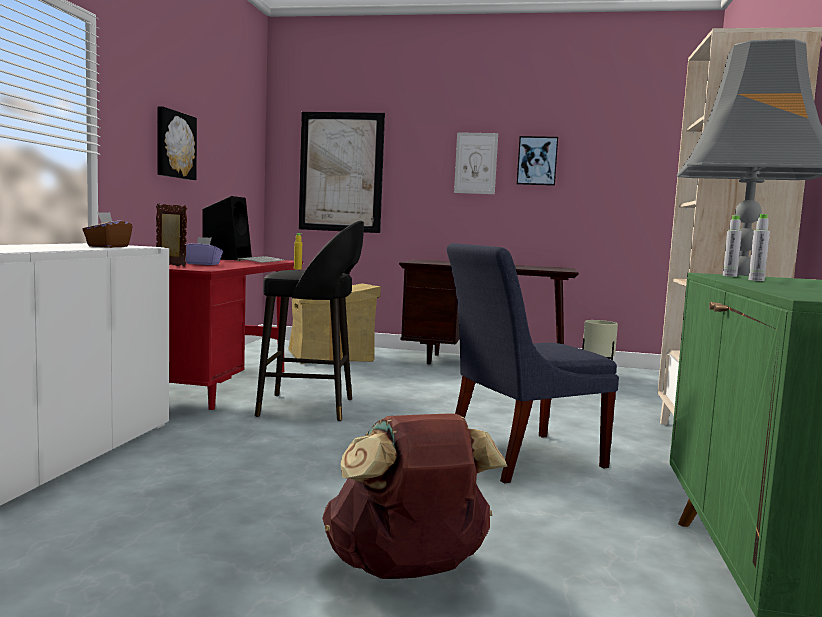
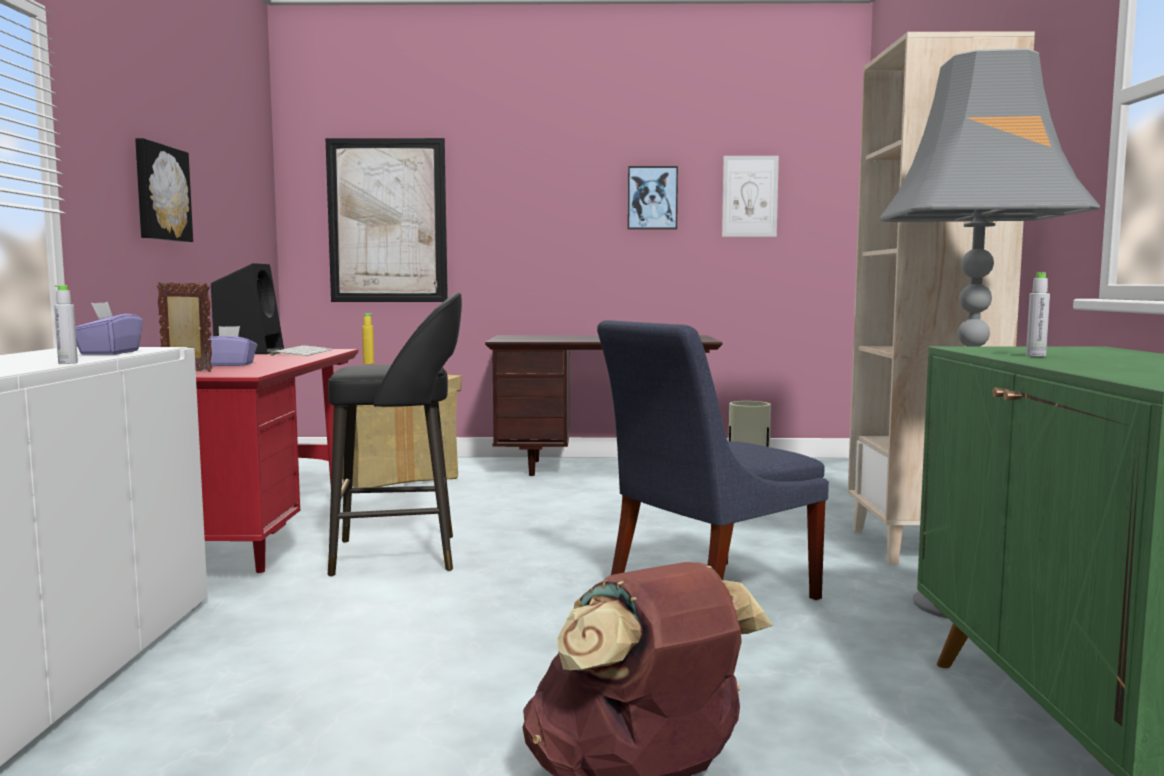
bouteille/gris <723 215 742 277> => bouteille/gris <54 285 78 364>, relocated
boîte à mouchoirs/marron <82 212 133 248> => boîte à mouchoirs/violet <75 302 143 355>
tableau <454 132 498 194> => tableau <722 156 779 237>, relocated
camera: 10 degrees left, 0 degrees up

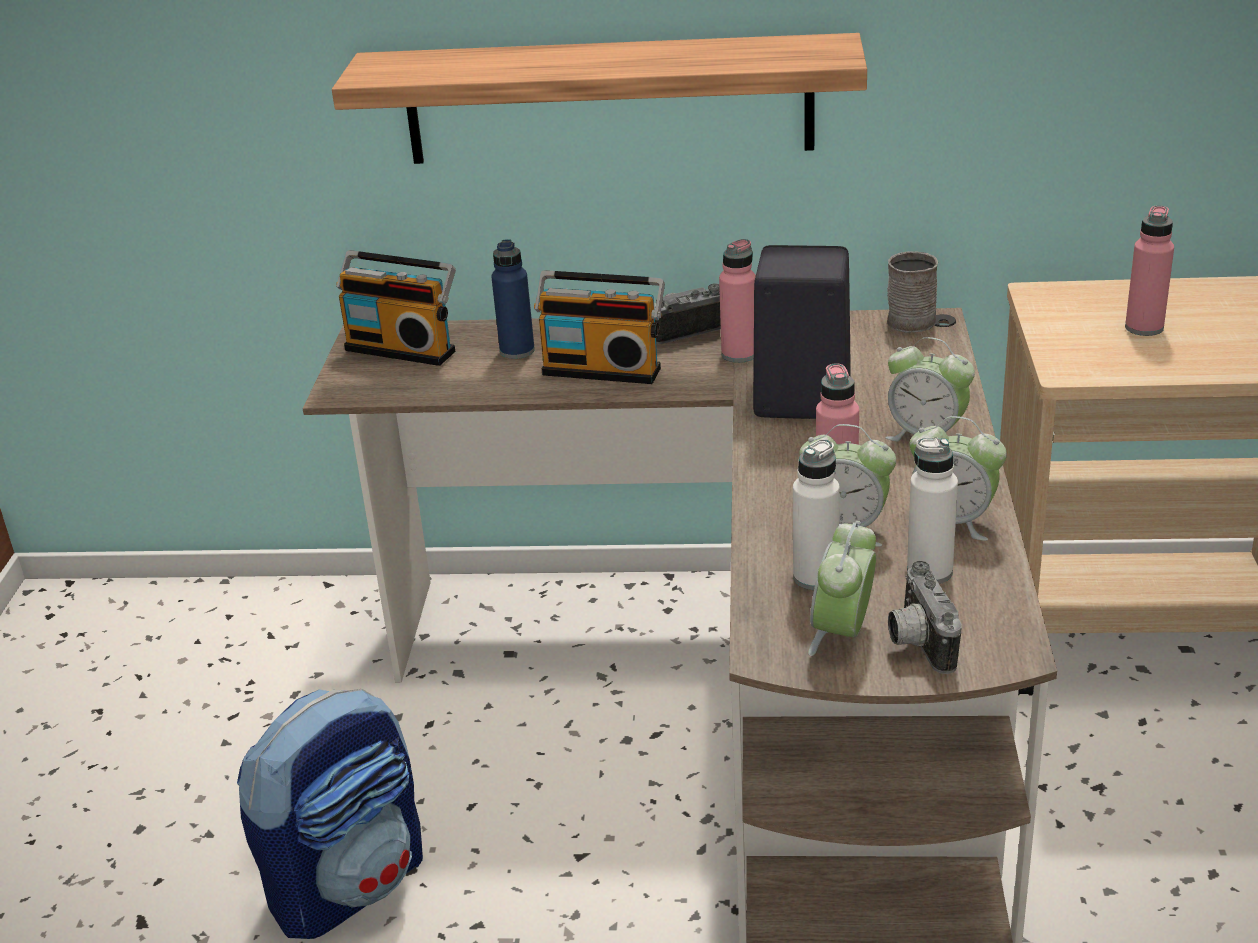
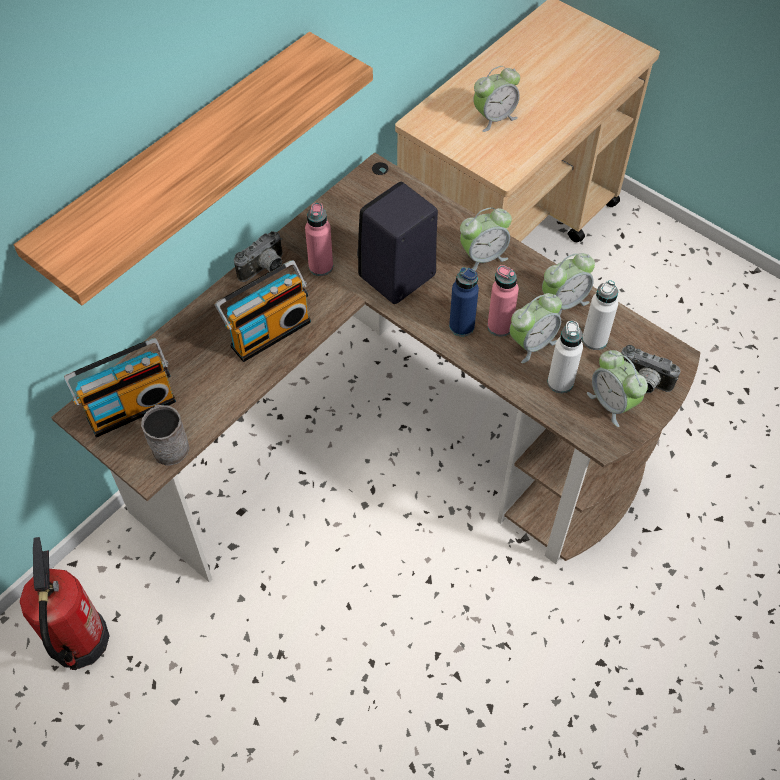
nothing => extincteur <20 537 110 670>
mug/gris <887 251 938 333> => mug/gris <141 404 190 466>, relocated
appareil photo <654 283 721 344> => appareil photo <234 231 283 282>, 150 degrees counterclockwise
bouteille/bleu <491 239 535 359> => bouteille/bleu <449 267 479 336>, relocated
bouteille/rose <1125 205 1174 336> => réveil <473 66 520 132>
sac à dos <237 689 423 939> => nothing
camera: 55 degrees left, 25 degrees up

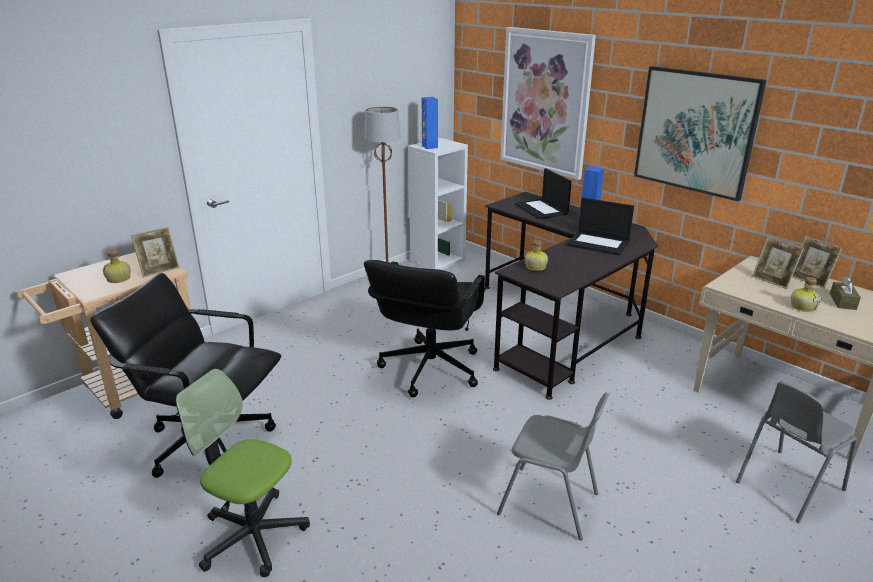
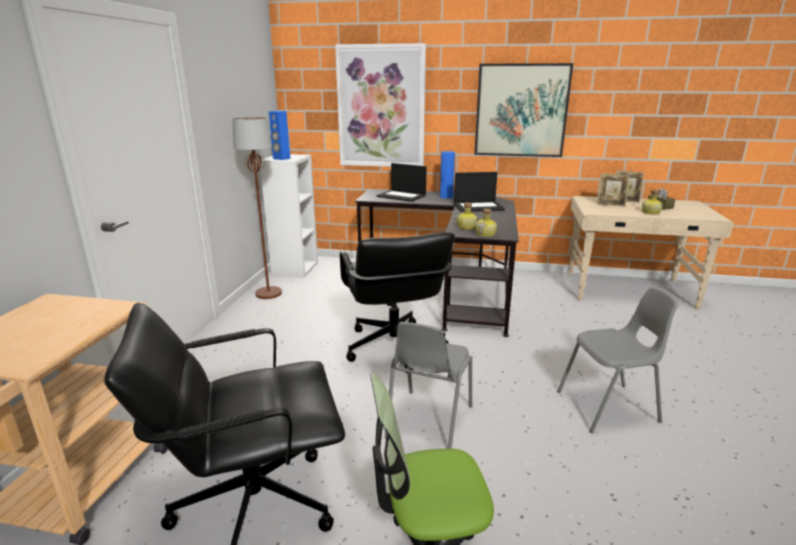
chaise/gris <736 381 857 523> => chaise/gris <385 322 472 449>, relocated
bouteille <103 250 131 283> => bouteille <475 208 497 237>, relocated
cadre photo <131 227 180 277> => nothing
camera: 35 degrees left, 5 degrees down

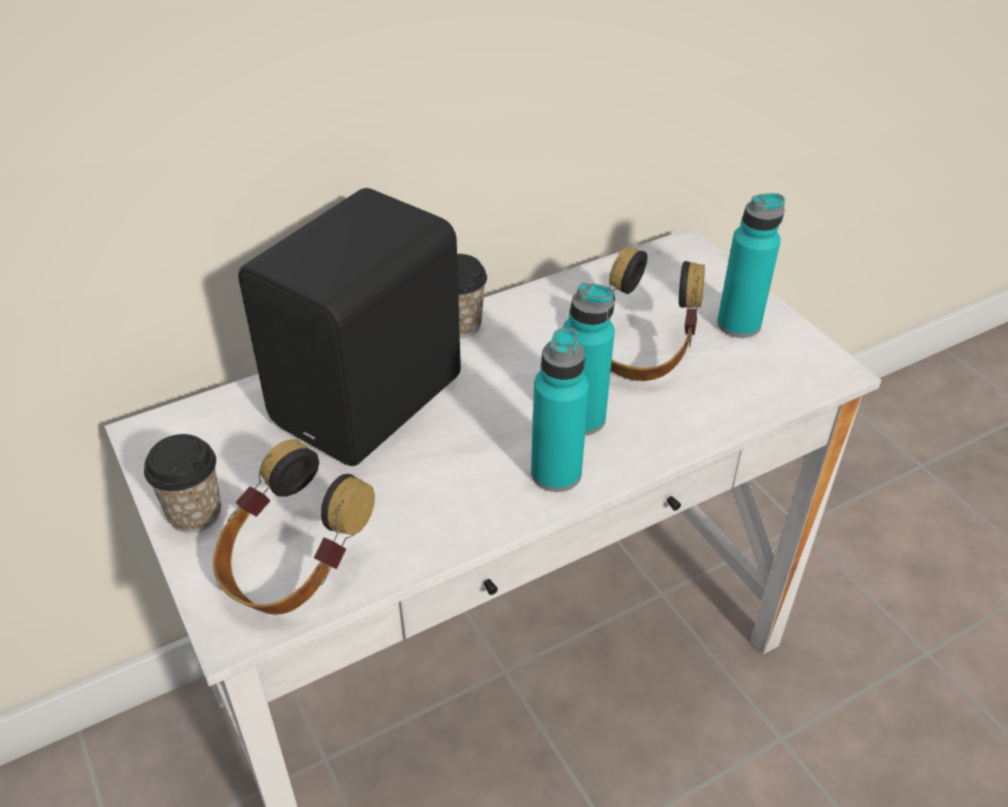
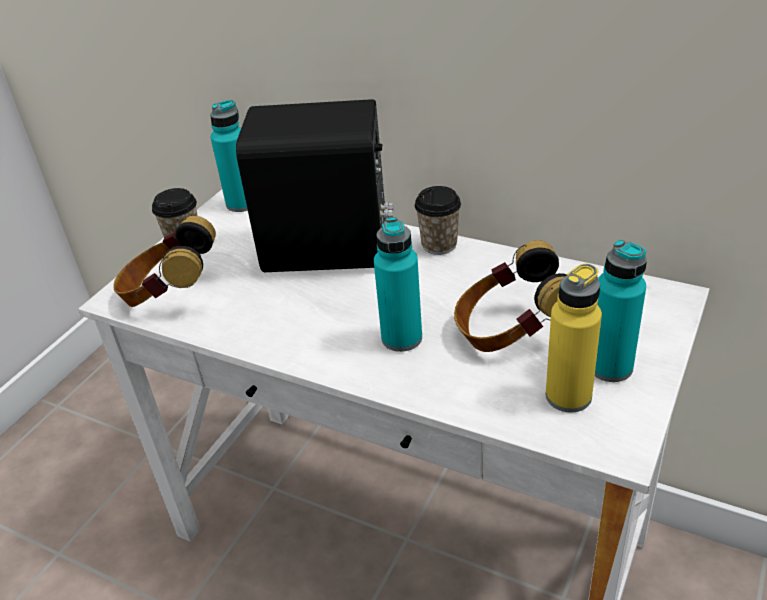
bouteille/turquoise <531 328 589 492> => bouteille/turquoise <210 100 248 212>, relocated
nothing => bouteille/jaune <546 263 602 413>
camera: 60 degrees right, 5 degrees down

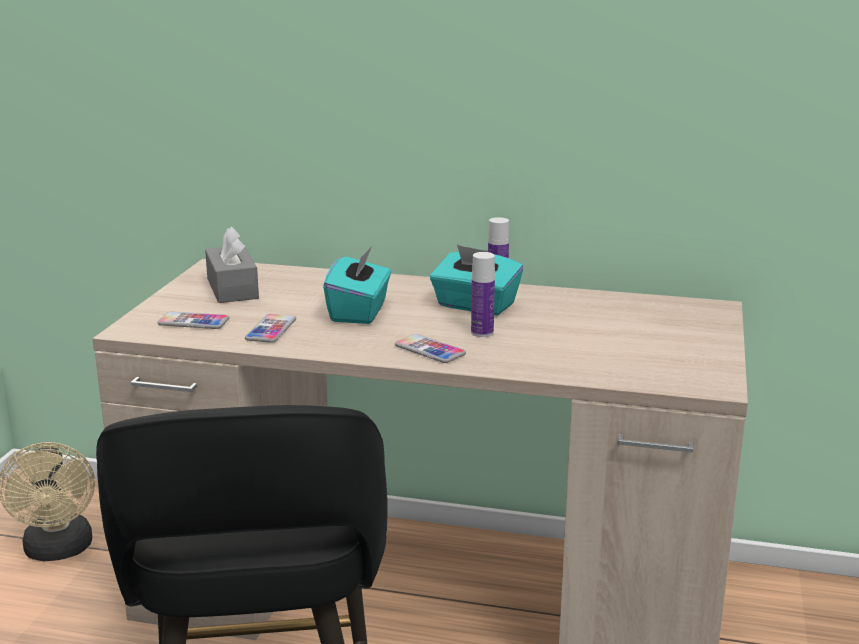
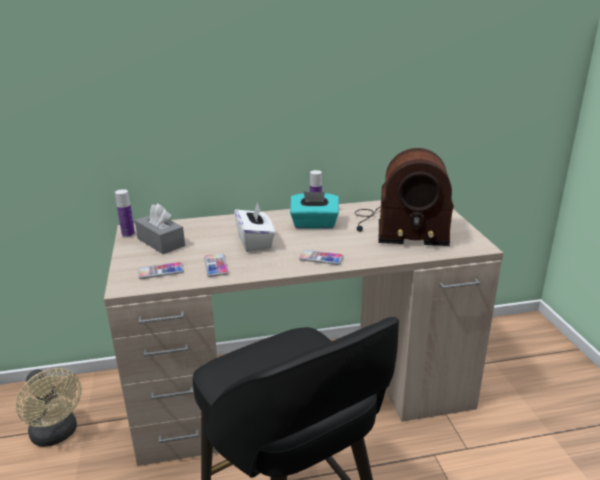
bouteille <471 252 495 337> => bouteille <115 189 135 238>, relocated
boîte à mouchoirs/turquoise <323 248 391 324> => boîte à mouchoirs/blanc <234 201 275 252>
nothing => radio <355 148 454 246>
camera: 25 degrees left, 5 degrees up

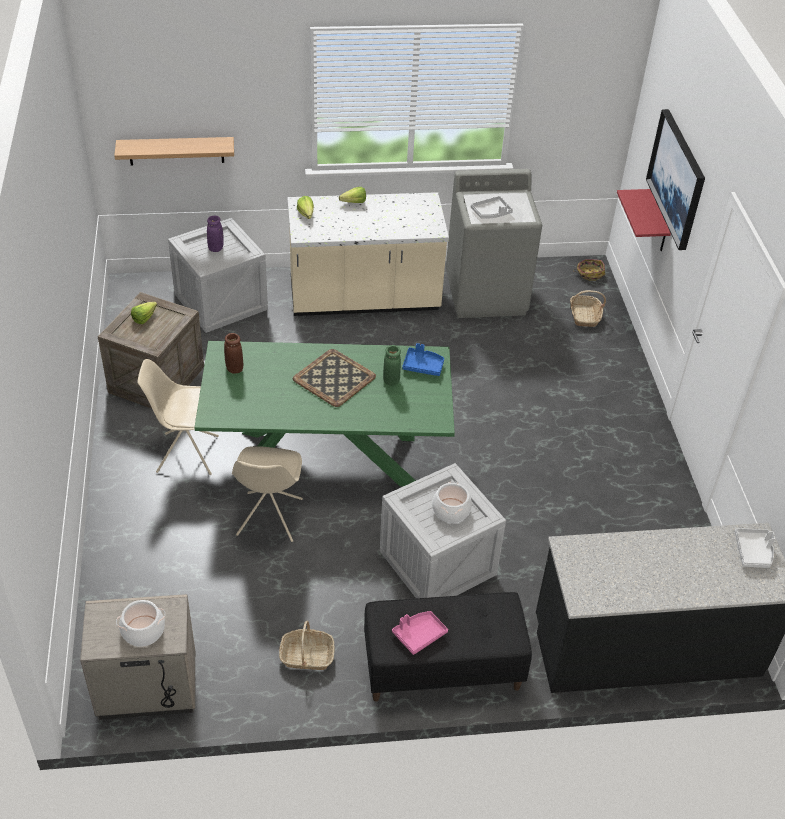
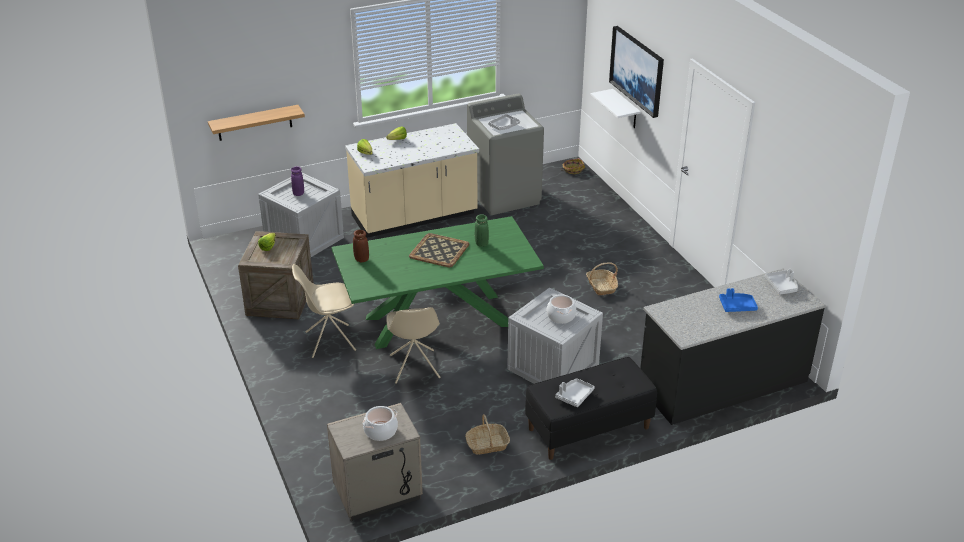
plateau/rose <392 611 448 655> => plateau/gris <555 378 595 407>
panier <570 290 606 327> => panier <586 263 618 295>, relocated
étagère/rouge <617 189 671 251> => étagère/blanc <591 89 641 128>
plateau/bleu <402 343 444 376> => plateau/bleu <719 288 758 312>, relocated
camera: 15 degrees left, 10 degrees down

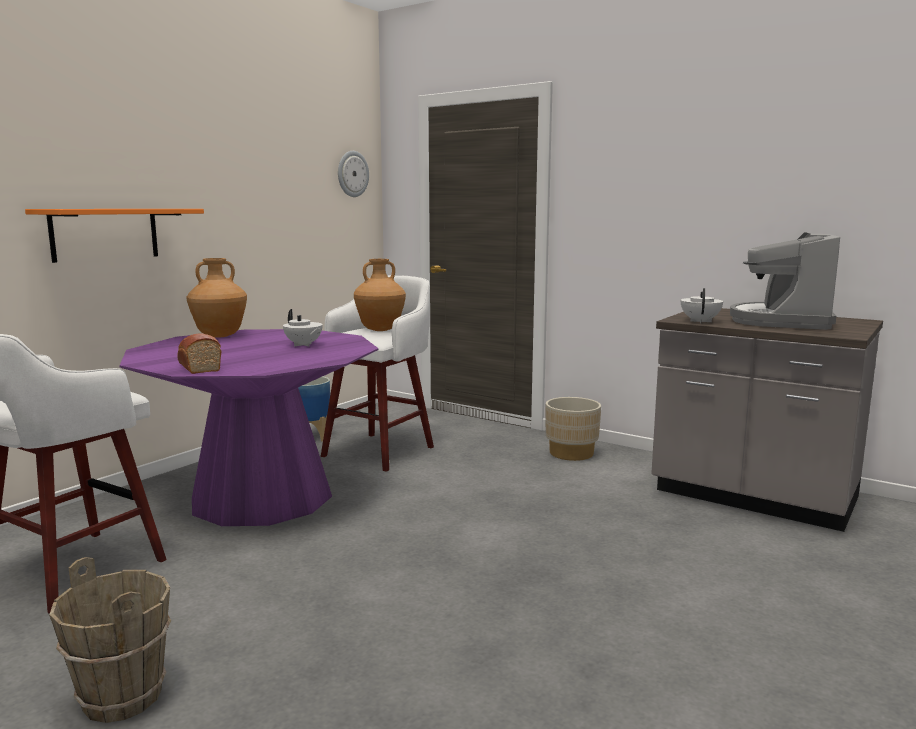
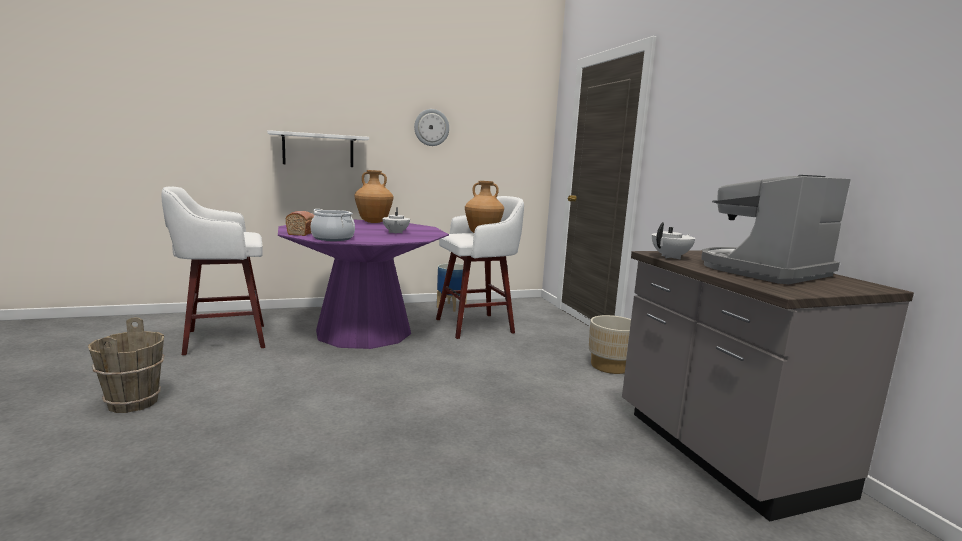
étagère/orange <25 209 204 263> => étagère/blanc <267 130 369 167>
nothing => marmite <311 209 355 241>
horloge murale <338 151 369 197> => horloge murale <414 109 449 146>, relocated
camera: 35 degrees right, 0 degrees up

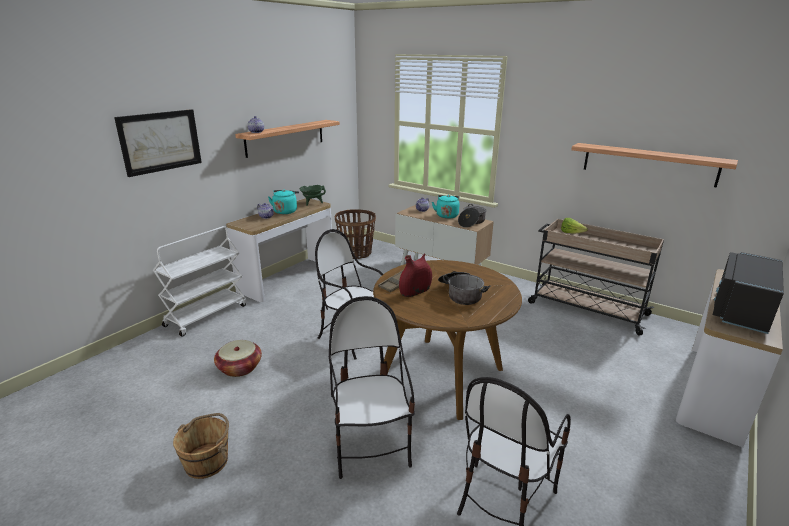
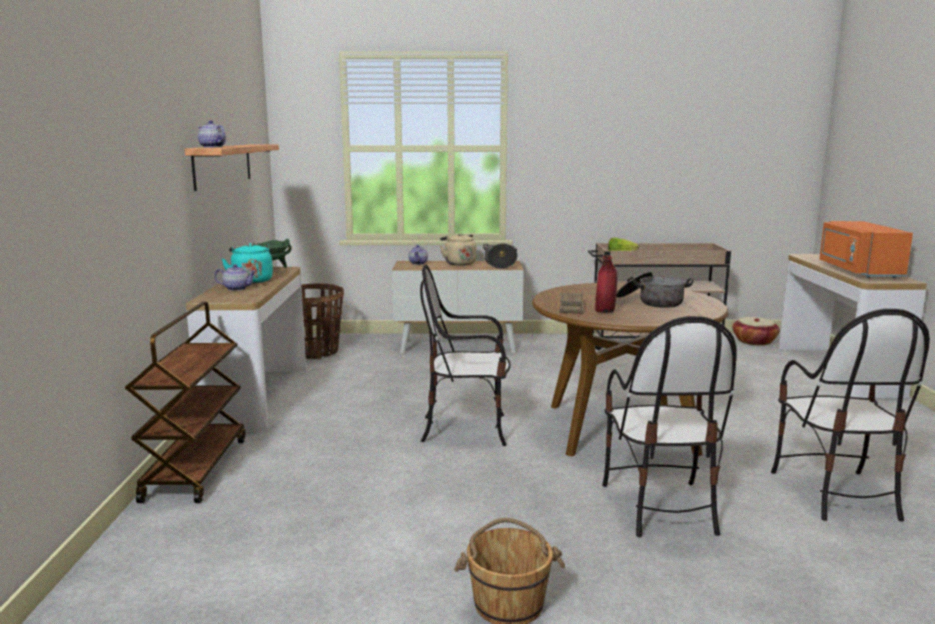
chariot/blanc <153 226 247 337> => chariot/marron <125 301 245 503>
bouilloire/turquoise <432 195 459 219> => bouilloire/beige <440 233 476 266>
chaise <329 296 415 479> => chaise <602 316 737 537>, 135 degrees counterclockwise
panier <214 340 262 377> => panier <733 317 780 346>, relocated
micro-ondes/noir <713 252 784 334> => micro-ondes/orange <819 221 913 278>
tableau <114 109 202 177> => nothing
étagère <571 143 738 188> => nothing
camera: 35 degrees left, 10 degrees down

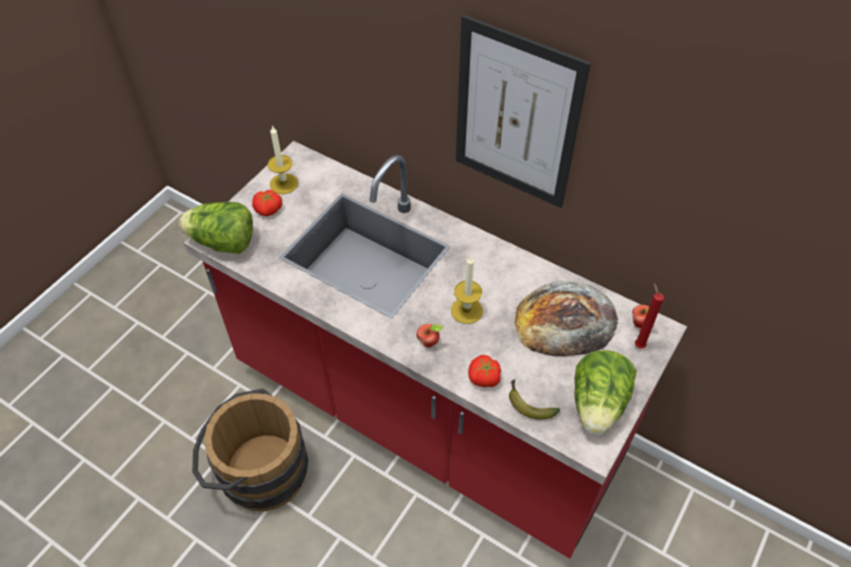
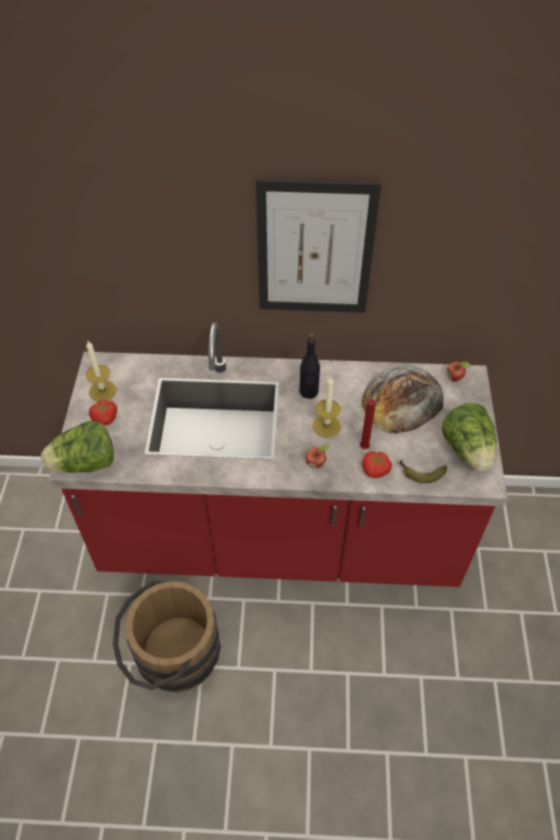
nothing => bouteille/noir <300 333 320 399>
bougie/rouge <635 283 664 349> => bougie/rouge <360 393 376 449>, relocated
camera: 30 degrees left, 0 degrees up

